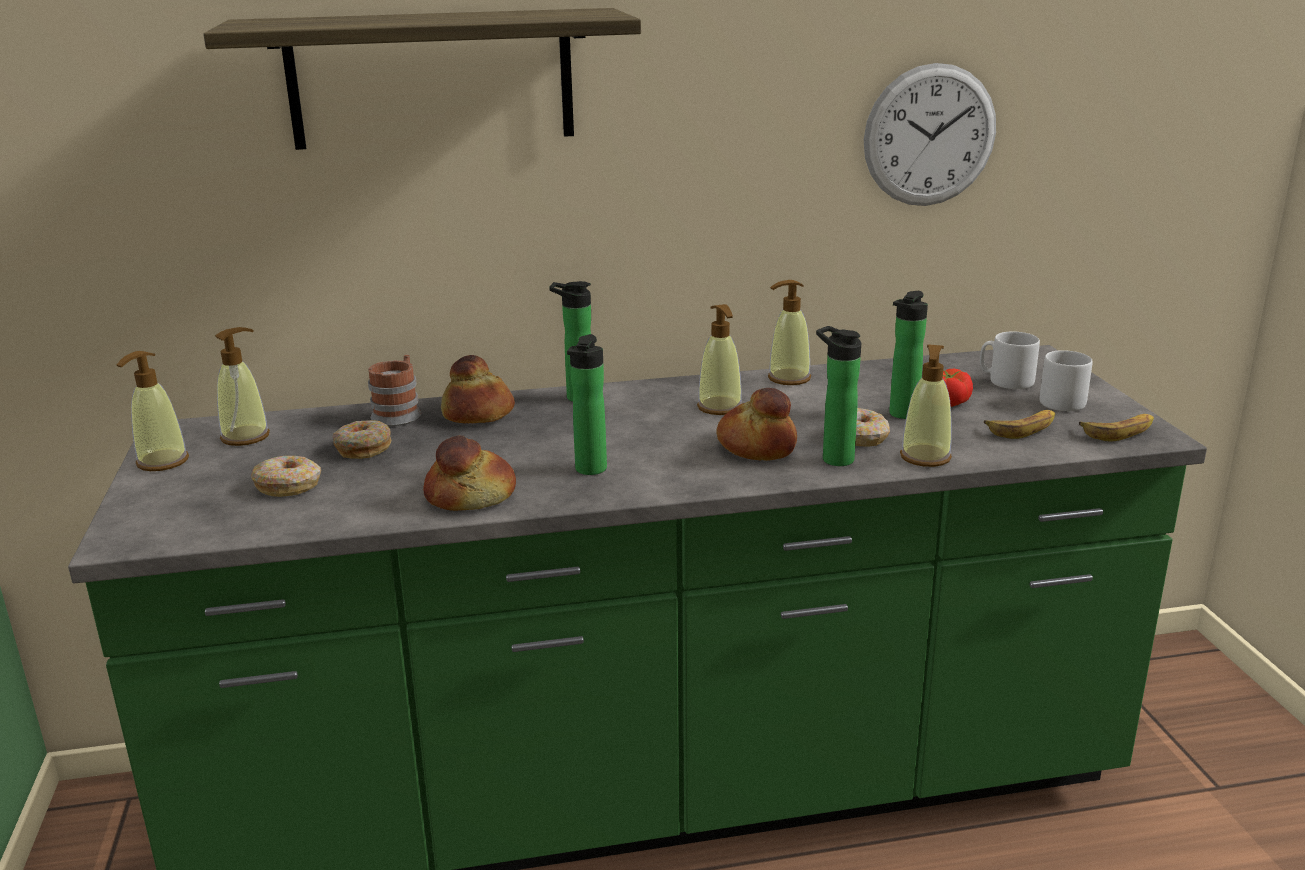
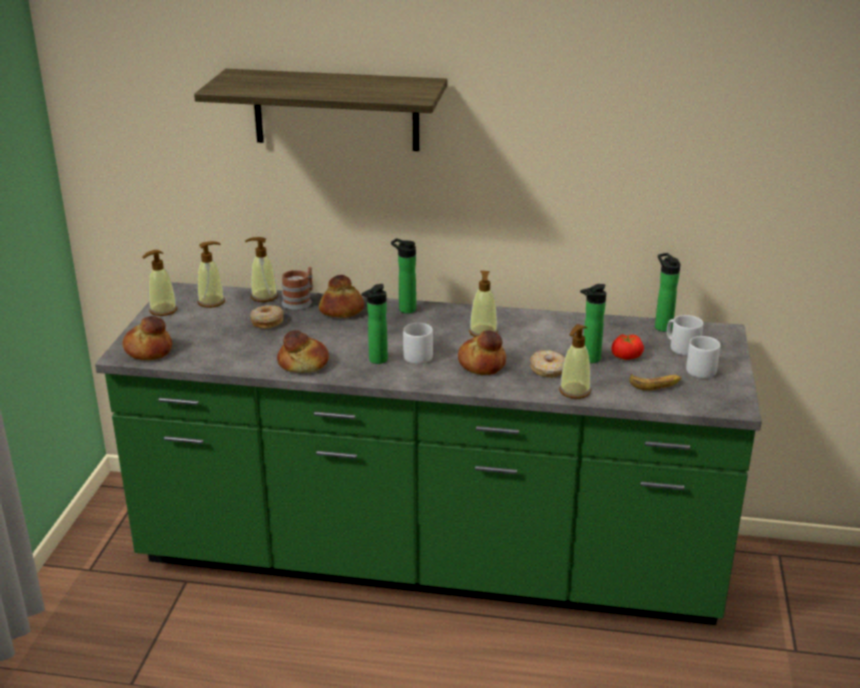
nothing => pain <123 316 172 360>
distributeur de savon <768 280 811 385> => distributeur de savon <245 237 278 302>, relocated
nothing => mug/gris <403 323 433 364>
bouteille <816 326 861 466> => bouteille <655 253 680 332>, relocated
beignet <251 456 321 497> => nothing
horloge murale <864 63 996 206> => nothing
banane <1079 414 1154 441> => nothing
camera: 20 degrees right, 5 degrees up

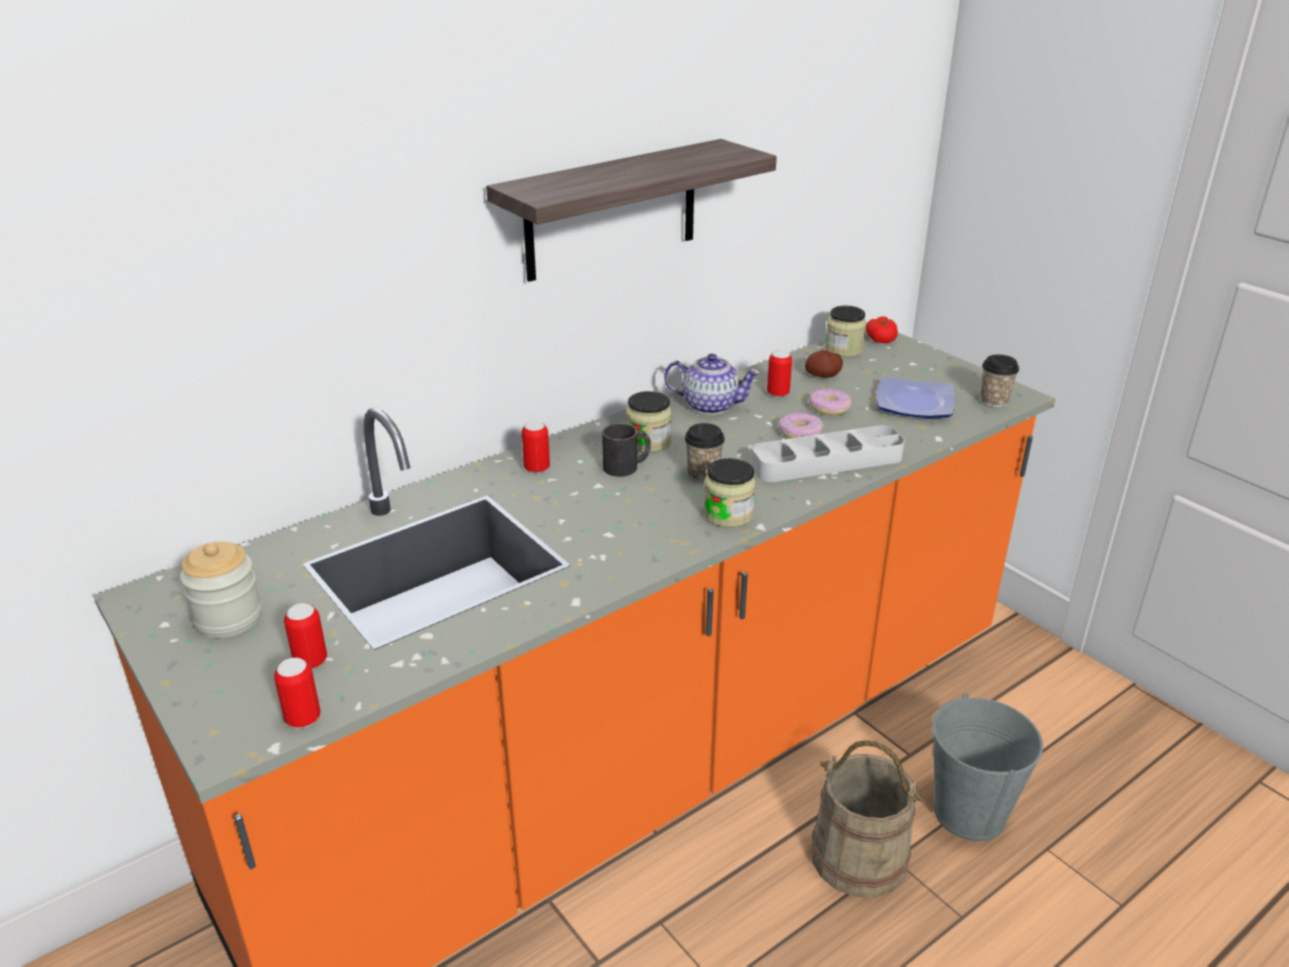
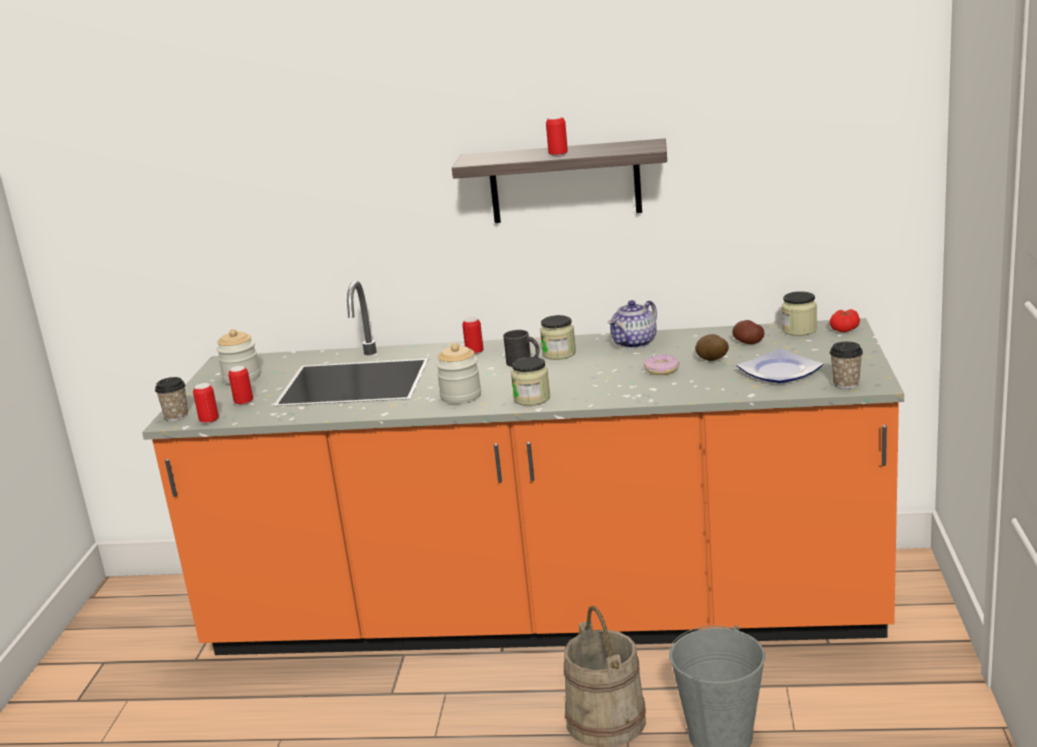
tasse <684 423 725 483> => tasse <155 377 188 421>, relocated
nothing => bocal <436 343 481 404>
boîte métallique <767 350 792 397> => boîte métallique <546 116 568 157>, relocated
théière <664 354 760 415> => théière <608 300 657 349>, 75 degrees clockwise
beignet <809 389 852 415> => pomme de terre <695 334 729 361>
plateau/gris <751 425 905 482> => nothing
camera: 45 degrees right, 10 degrees down

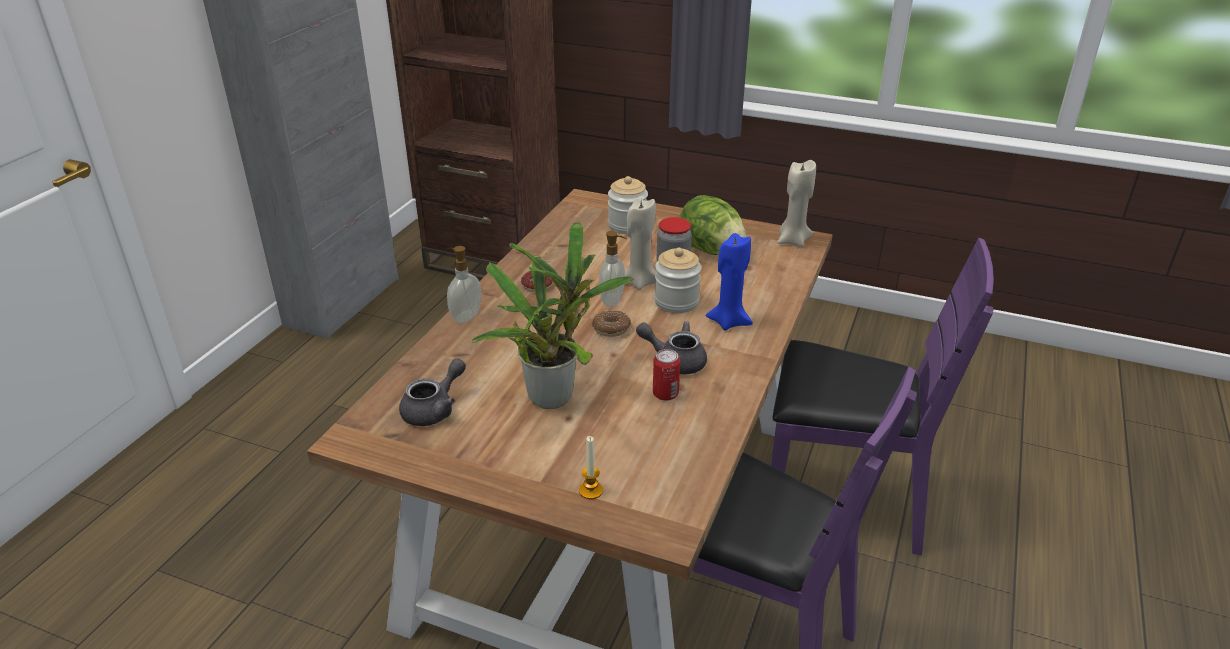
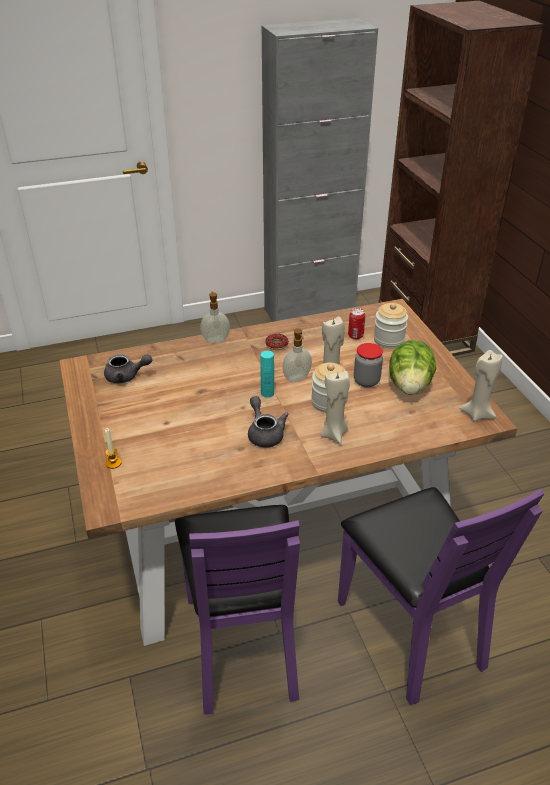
beignet <592 310 631 337> => bouteille/turquoise <260 351 274 398>
bougie/bleu <706 233 753 331> => bougie/beige <321 371 350 444>
boîte métallique <653 349 680 401> => boîte métallique <348 308 366 339>, relocated
plante en pot <471 222 634 409> => nothing
camera: 50 degrees right, 5 degrees up

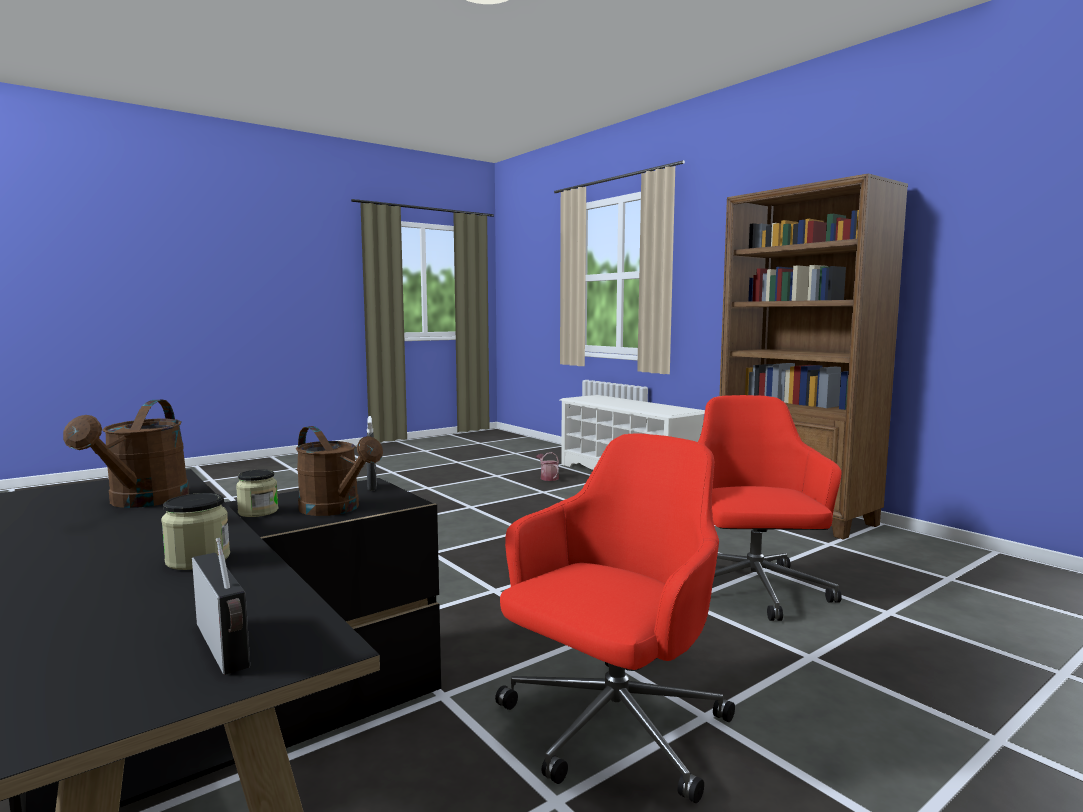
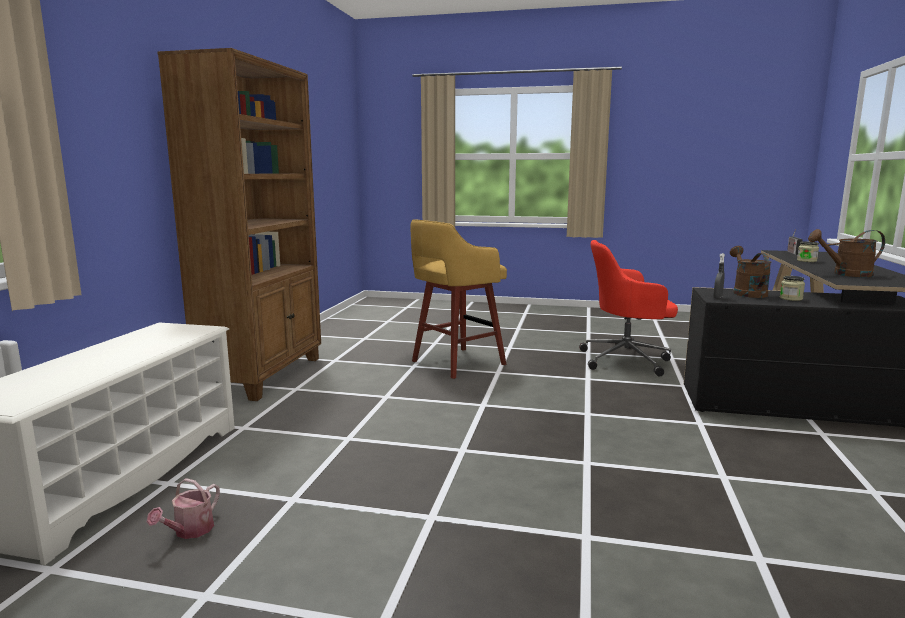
chaise de bureau/rouge <698 395 842 621> => tabouret/jaune <410 219 507 379>
arrosoir/marron <63 400 189 508> => arrosoir/marron <808 229 885 277>, 135 degrees counterclockwise
camera: 130 degrees left, 5 degrees up

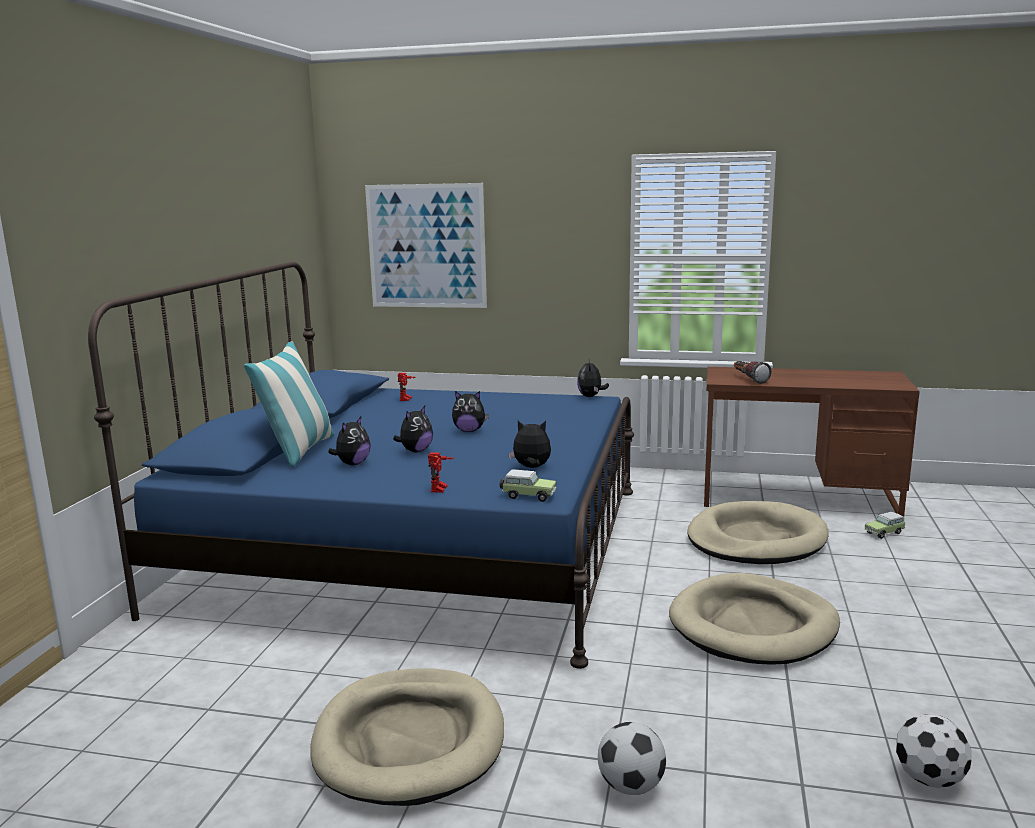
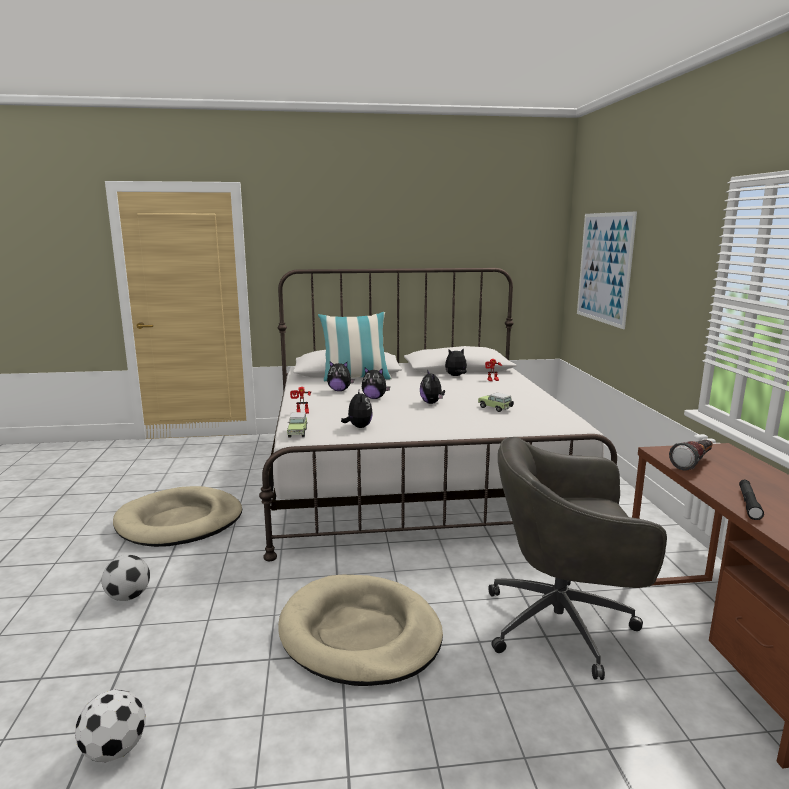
lit/bleu <88 262 634 669> => lit/blanc <259 268 617 561>
peluche <577 358 609 397> => peluche <445 348 467 376>, relocated
petite voiture <865 512 906 539> => petite voiture <478 393 514 412>, relocated
panier pour chien/beige <688 501 829 564> => chaise de bureau/gris <488 437 667 680>
nothing => lampe de poche/noir <739 480 764 520>
camera: 70 degrees right, 0 degrees up

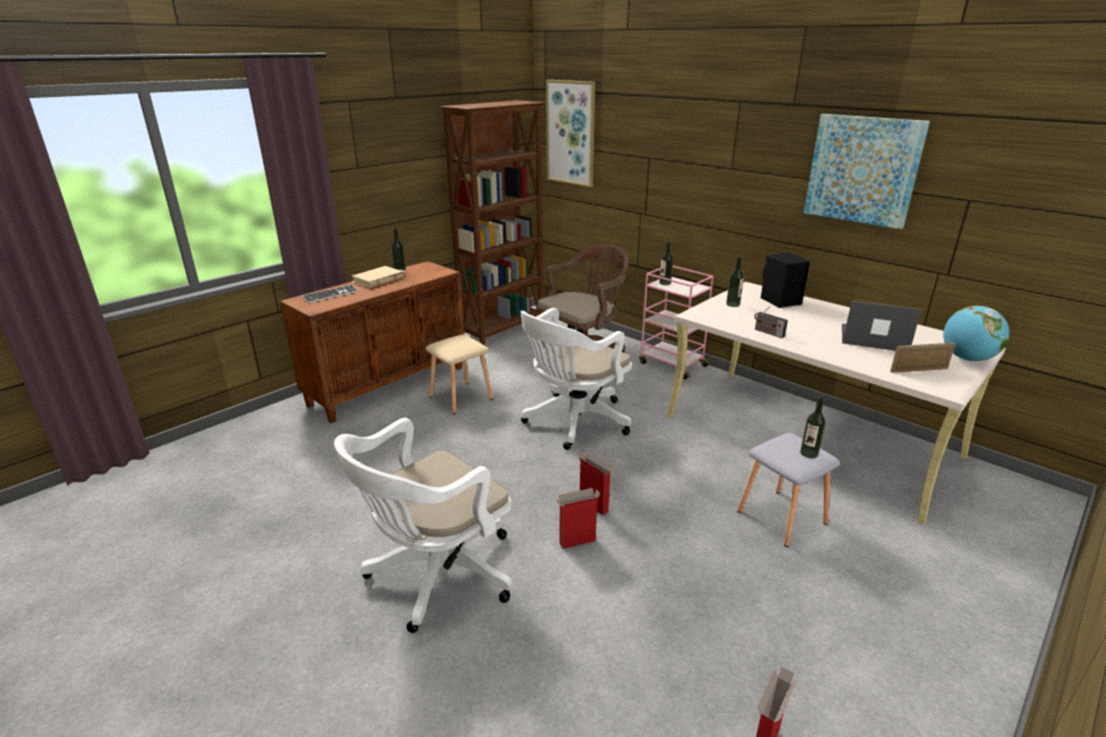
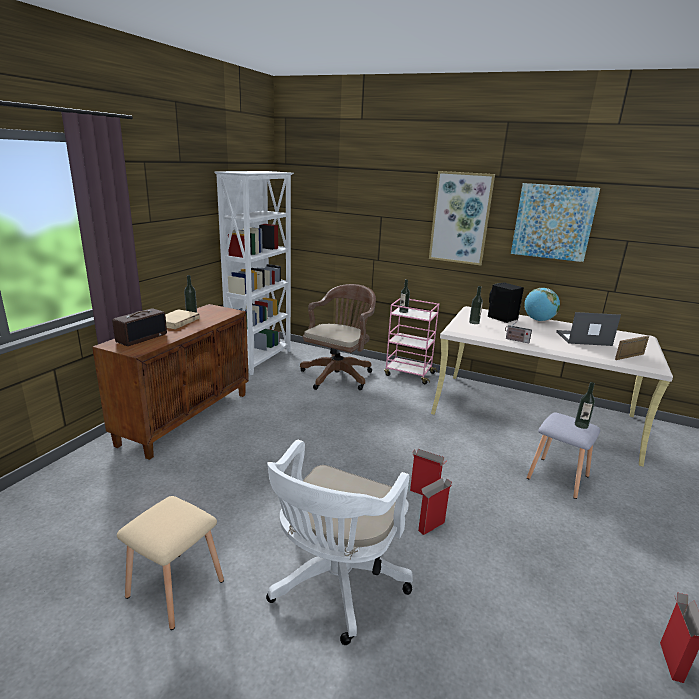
clavier <302 285 358 303> => radio <112 308 167 346>
tabouret/beige <426 335 493 414> => tabouret/beige <117 496 224 630>, relocated
bibliothèque/marron <440 100 546 346> => bibliothèque/blanc <214 171 294 375>
tableau <546 80 595 187> => tableau <429 171 495 266>, relocated
globe <943 306 1009 361> => globe <524 288 560 321>, relocated
chaise de bureau/blanc <520 308 632 450> => nothing
camera: 20 degrees left, 5 degrees down

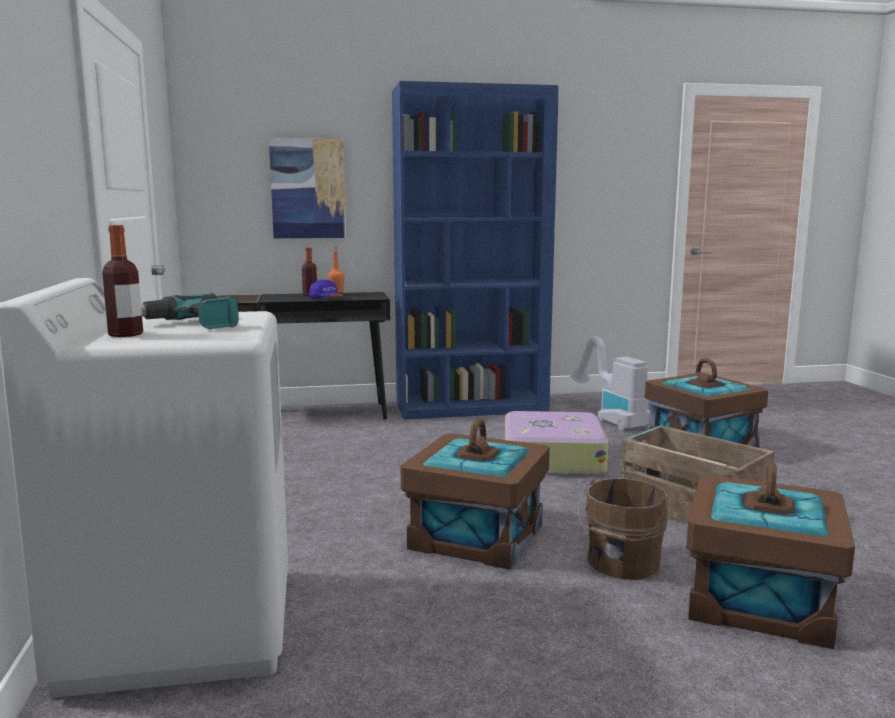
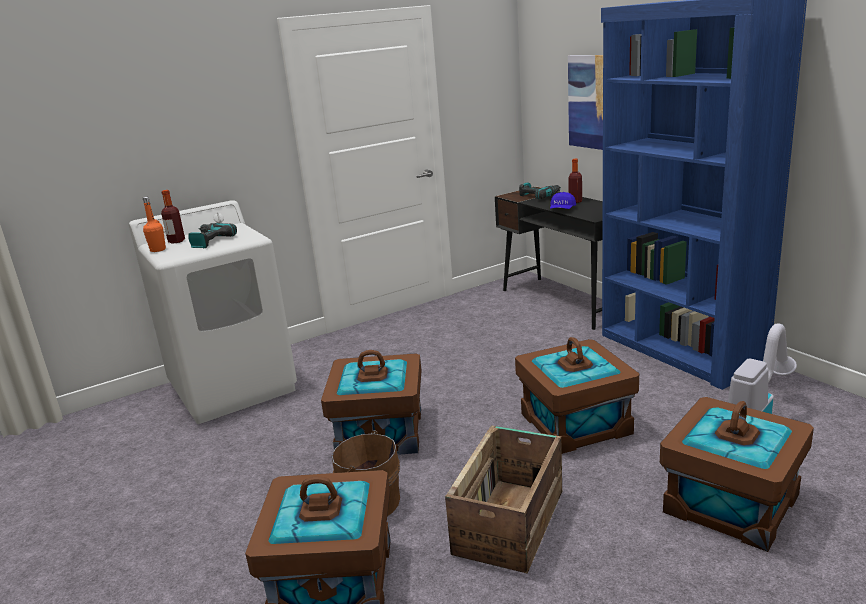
bouteille/orange <328 248 344 296> => bouteille/orange <143 197 166 252>, relocated
valise <505 411 608 476> => boîte de rangement/marron <515 337 639 454>
nothing => perceuse <519 182 561 200>
camera: 70 degrees right, 10 degrees up

